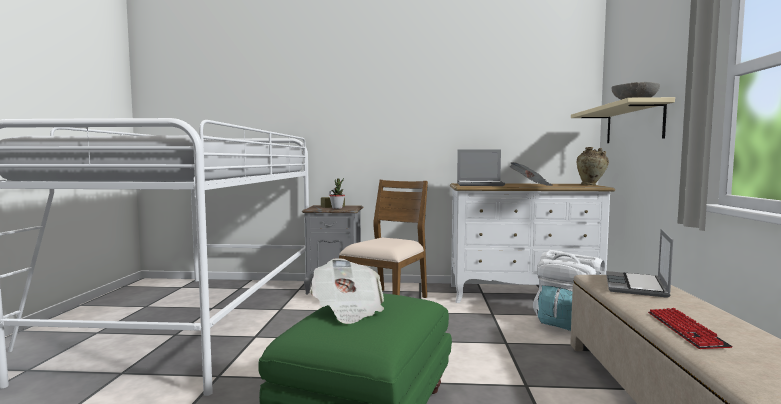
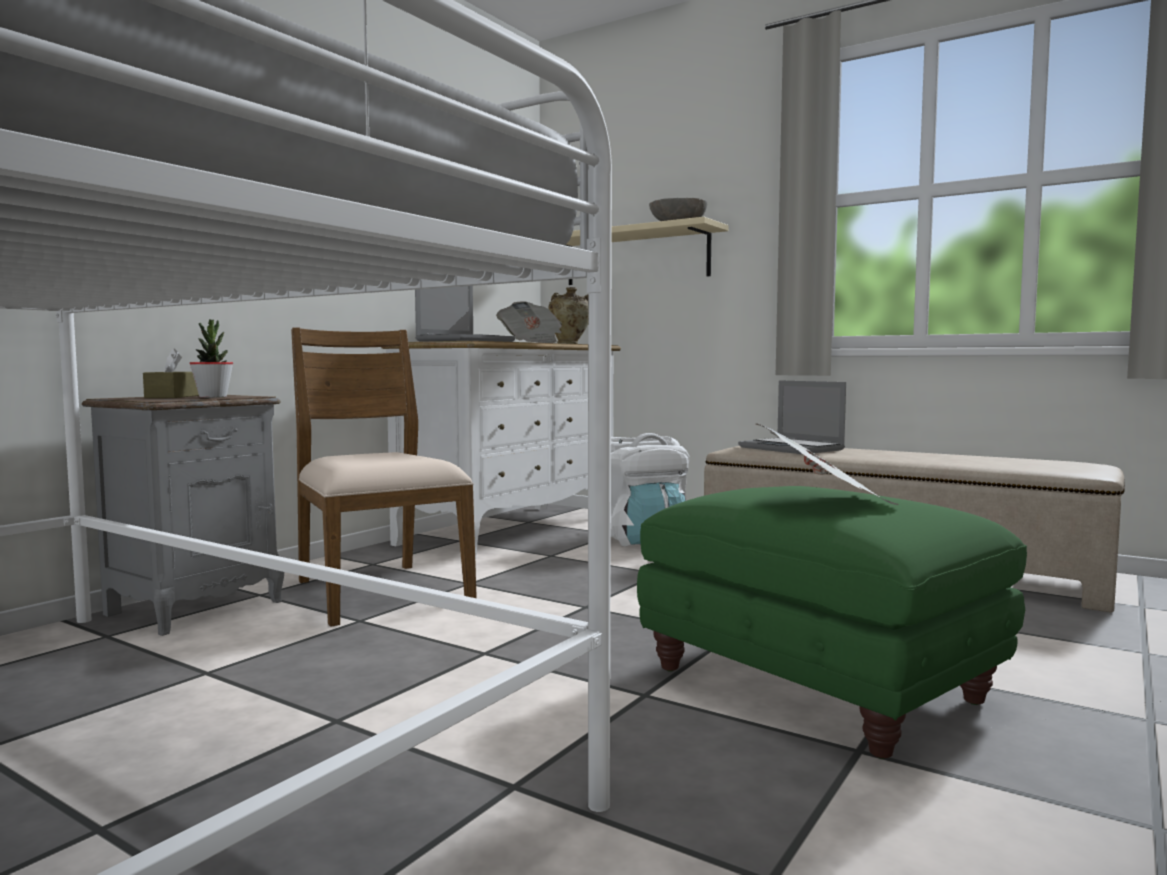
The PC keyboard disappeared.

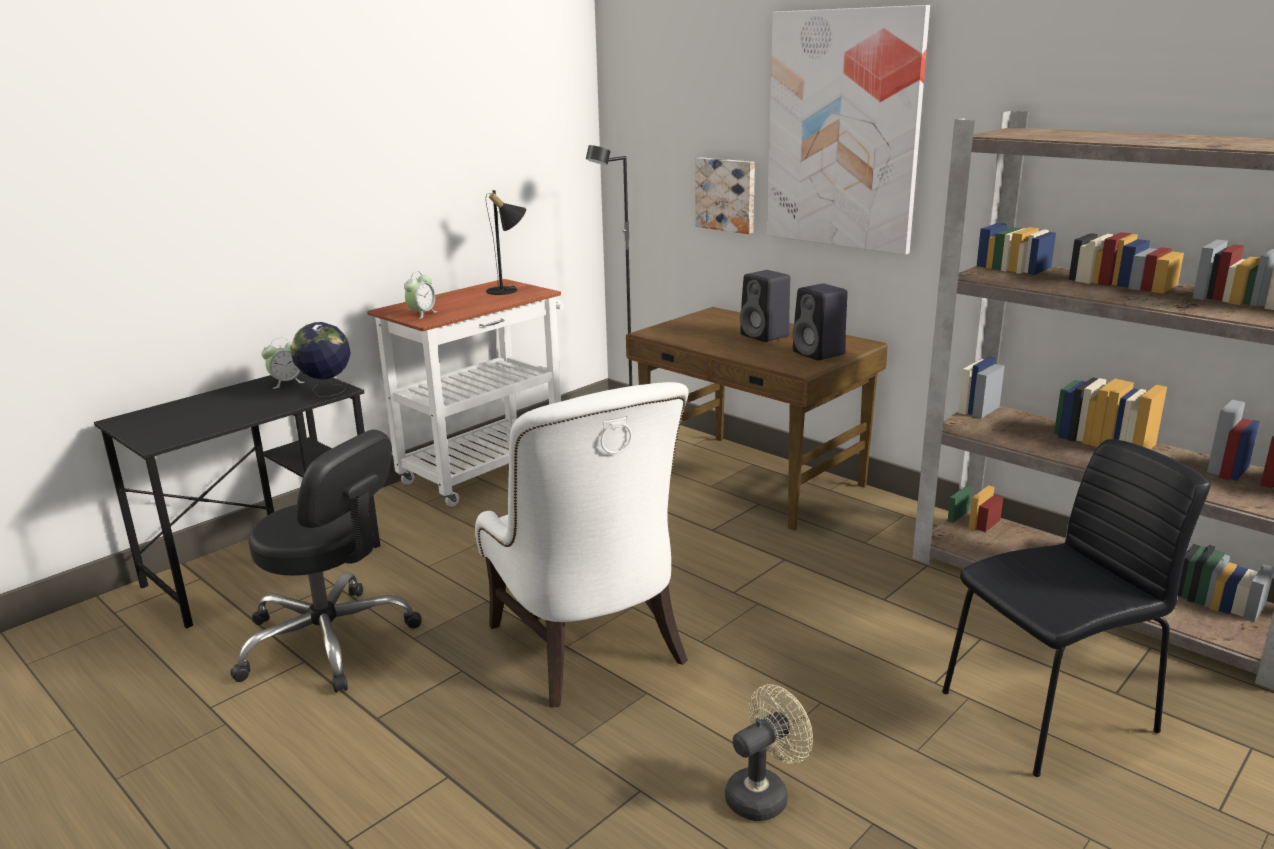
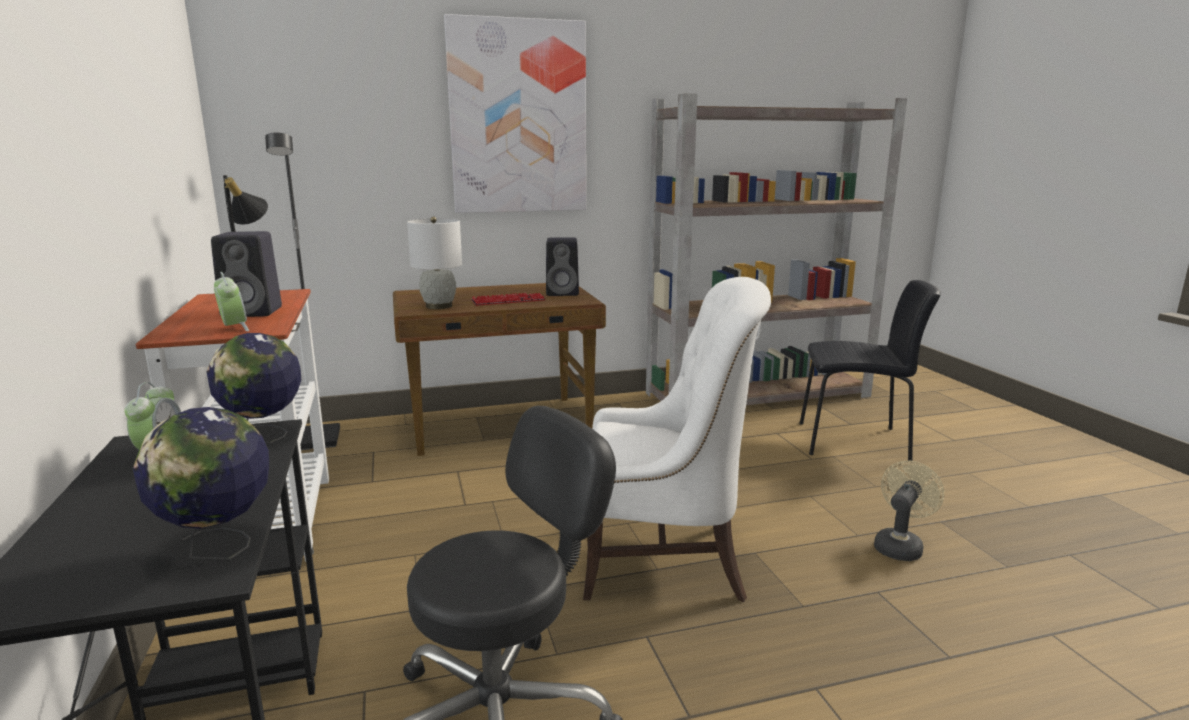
The wall picture (1st from left) disappeared.
The globe (1st from left) appeared.
The tabletop lamp/white-coloured appeared.
The PC keyboard appeared.
The speaker/blackish (1st from left) moved.
The cooling fan/beige turned 45 degrees clockwise.
The upright chair/blackish turned 90 degrees clockwise.

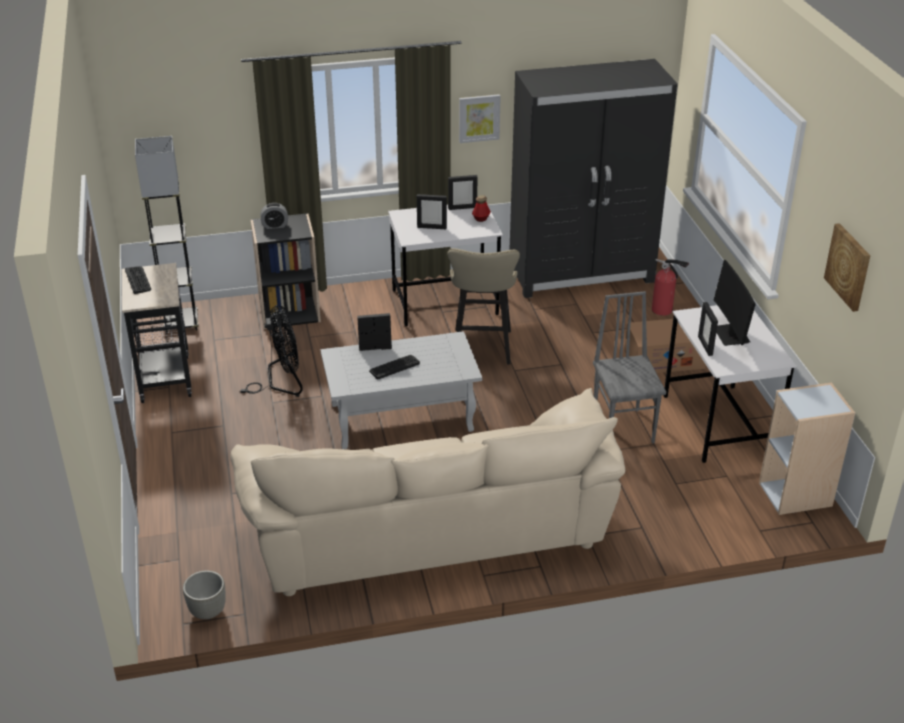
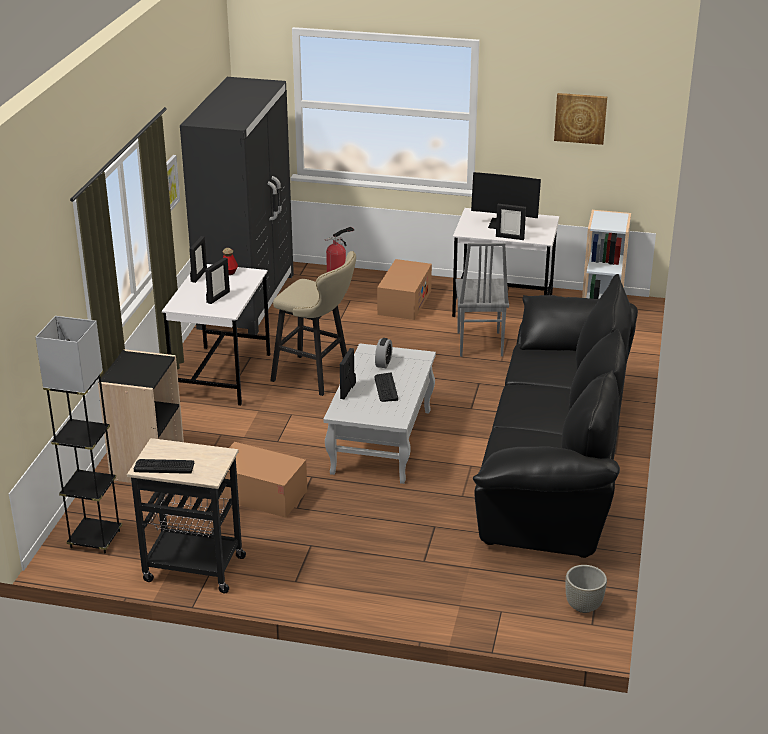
The alarm clock moved.
The cooling fan/blackish was replaced by the carton (1st from left).
The couch/beige became the couch/blackish.
The upright chair/gray turned 105 degrees counterclockwise.

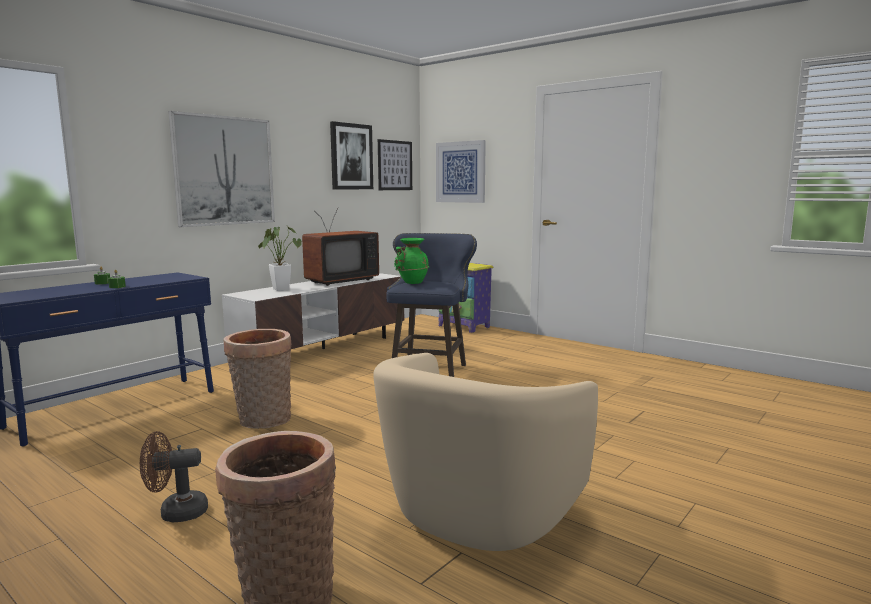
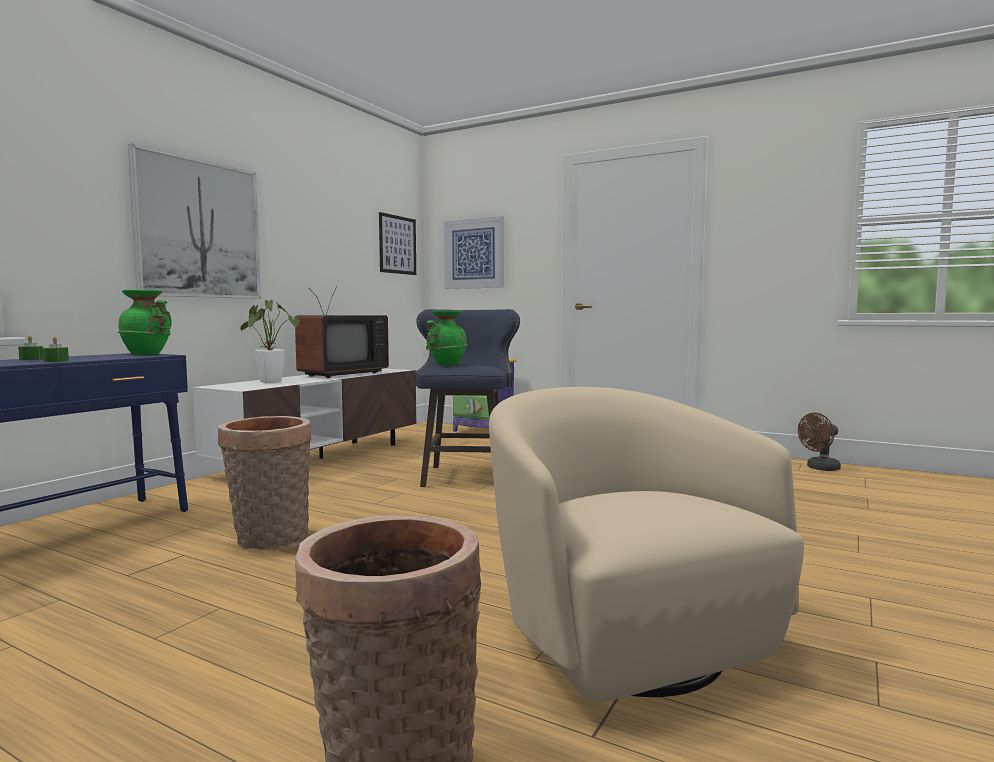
The wall picture (2nd from left) disappeared.
The vase/green (1st from left) appeared.
The cooling fan/brown moved.
The easy chair/beige turned 135 degrees clockwise.

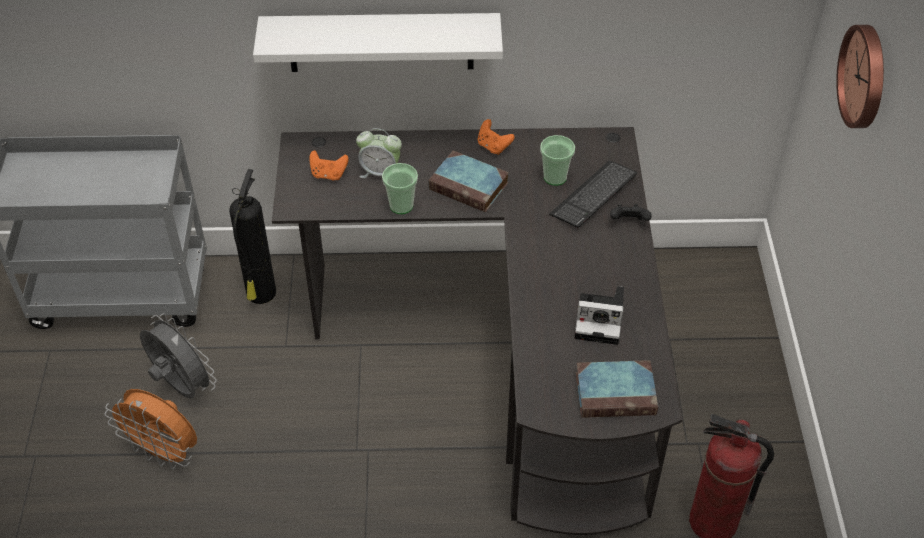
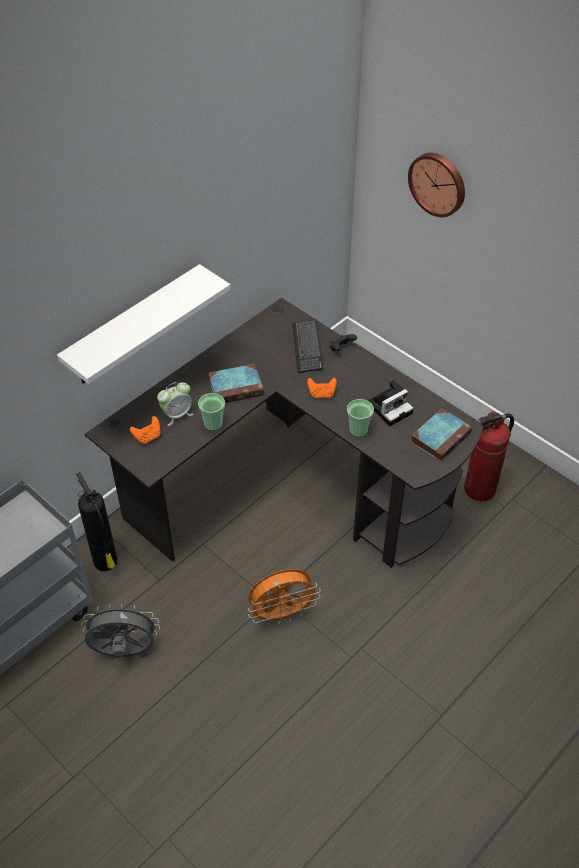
The cooling fan/orange-coloured moved.
The game controller/orange-coloured (2nd from left) moved.
The drinking cup (2nd from left) moved.

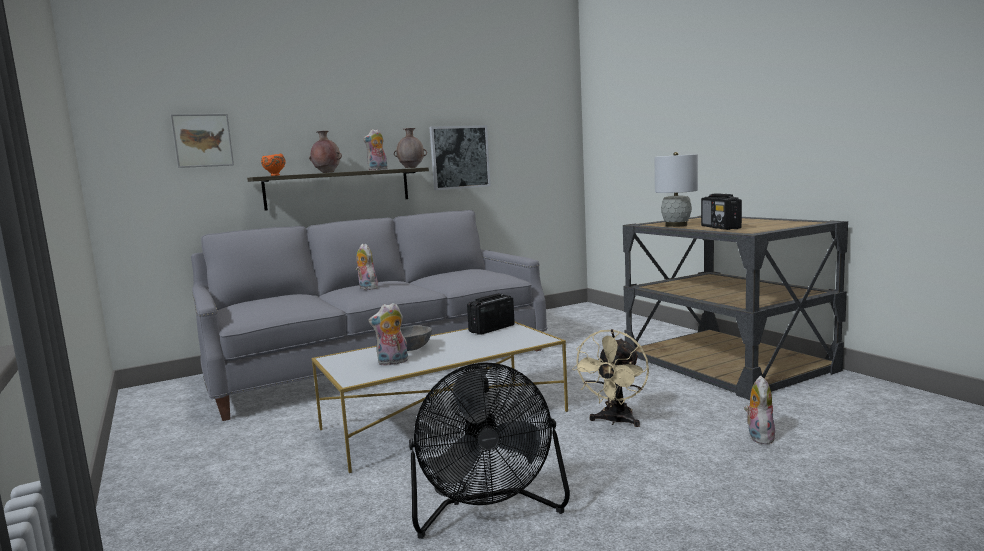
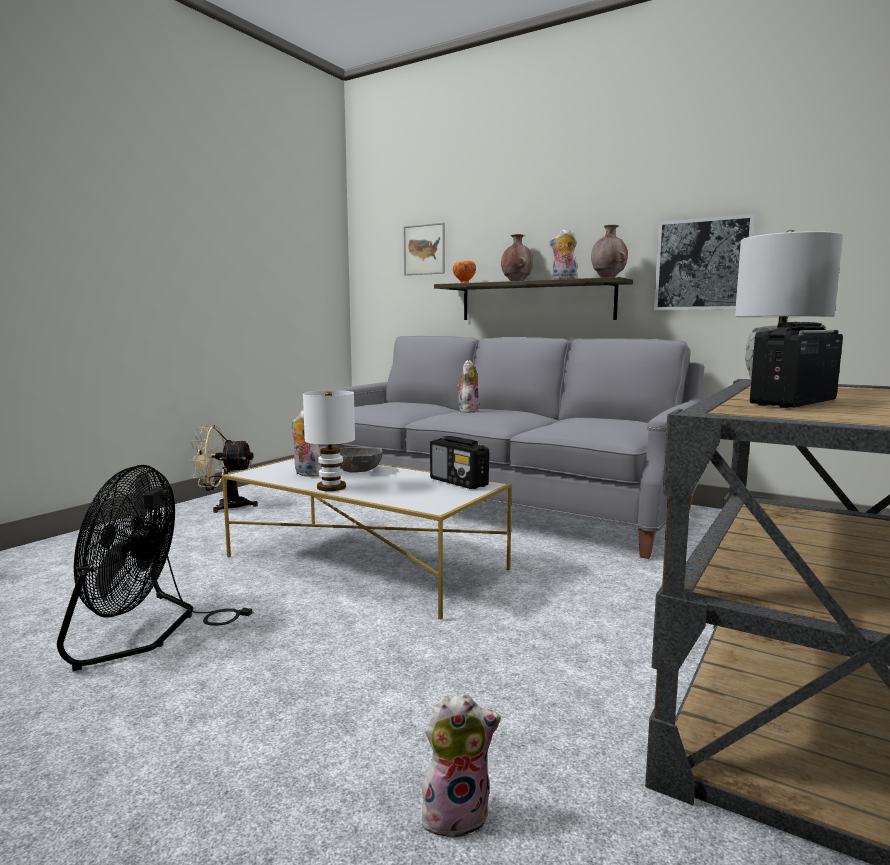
The tabletop lamp/white-coloured (1st from left) appeared.
The cooling fan/beige moved.
The cooling fan/blackish turned 45 degrees clockwise.
The radio (1st from left) turned 150 degrees counterclockwise.

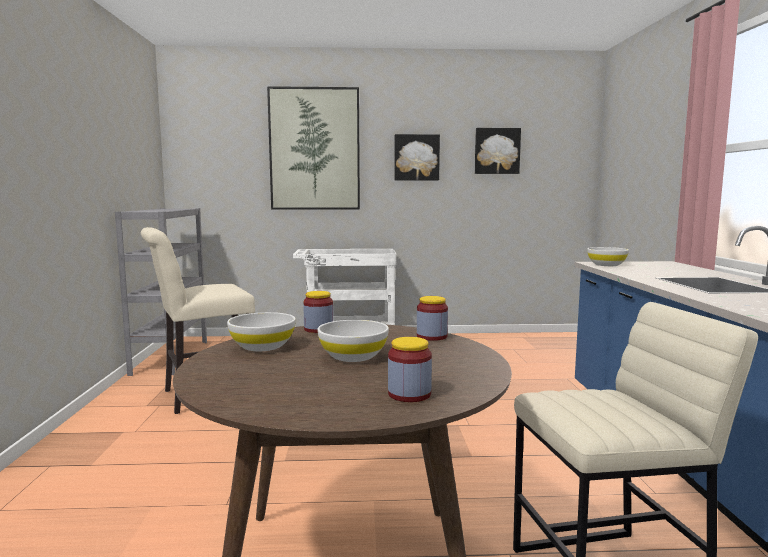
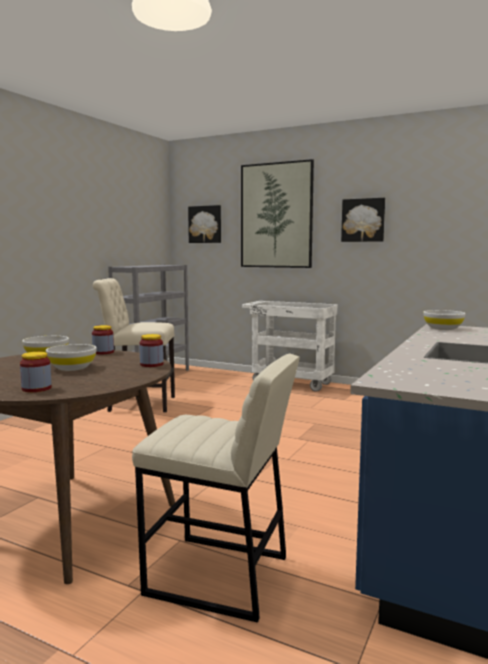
The wall picture (3rd from left in the first image) moved.

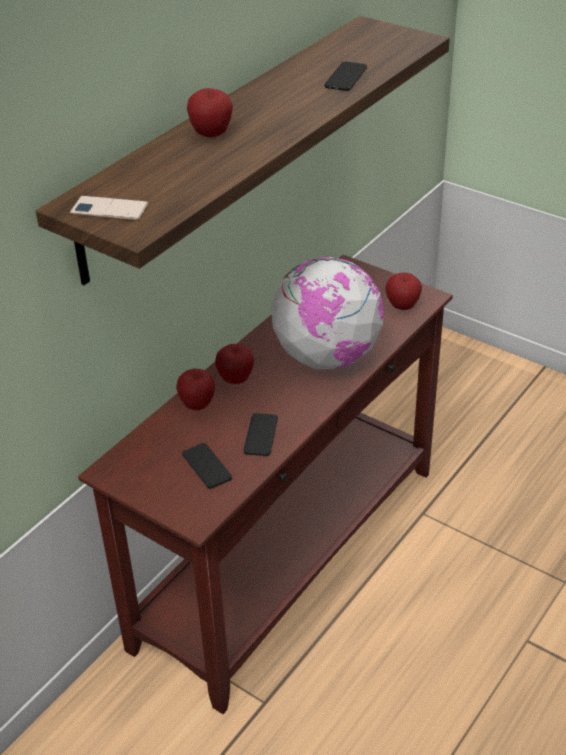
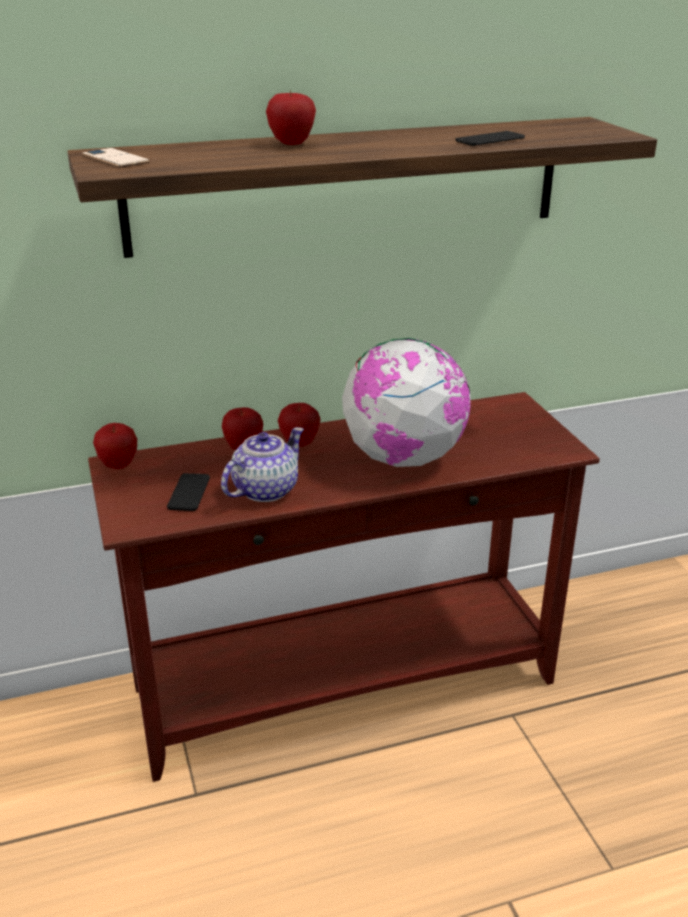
The whole apple (4th from left in the first image) moved.
The handset (3rd from left) was replaced by the teapot.

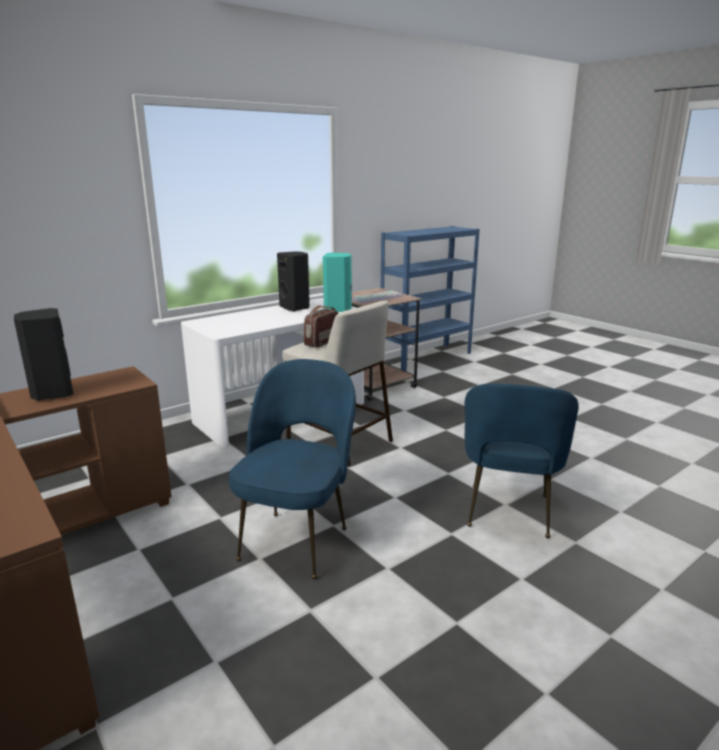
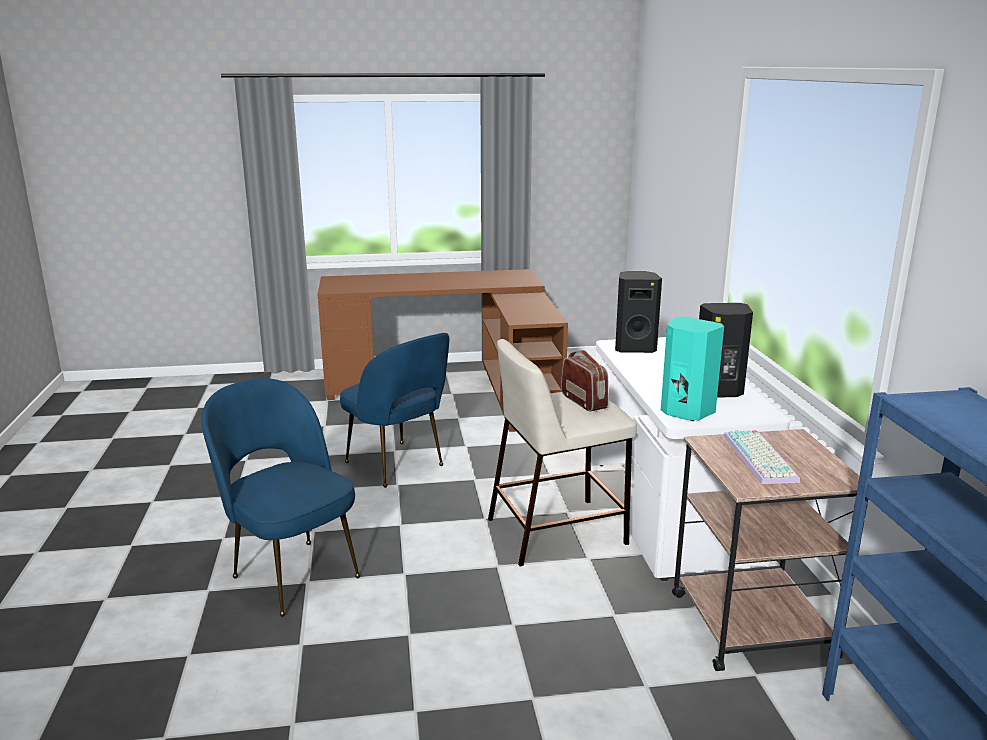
The speaker/blackish (1st from left) moved.

